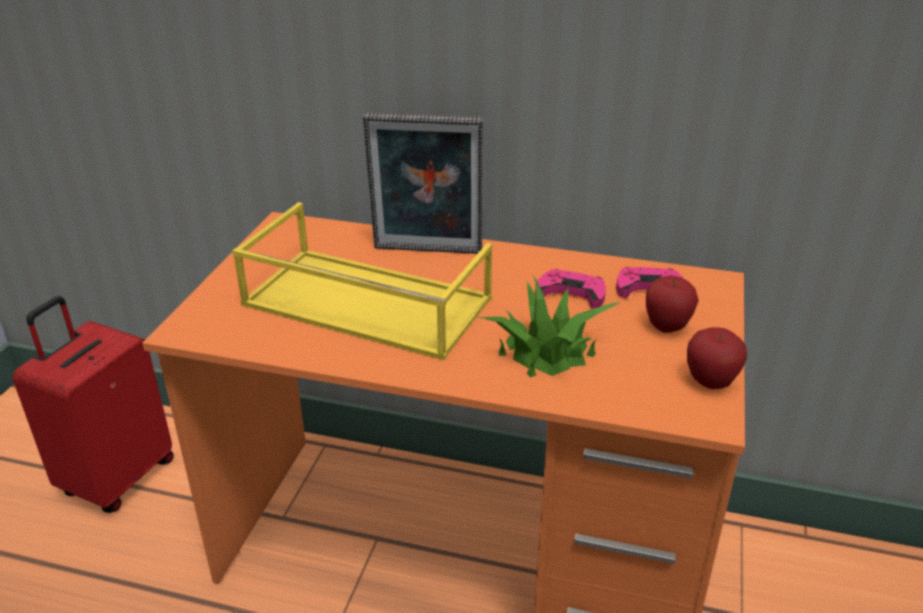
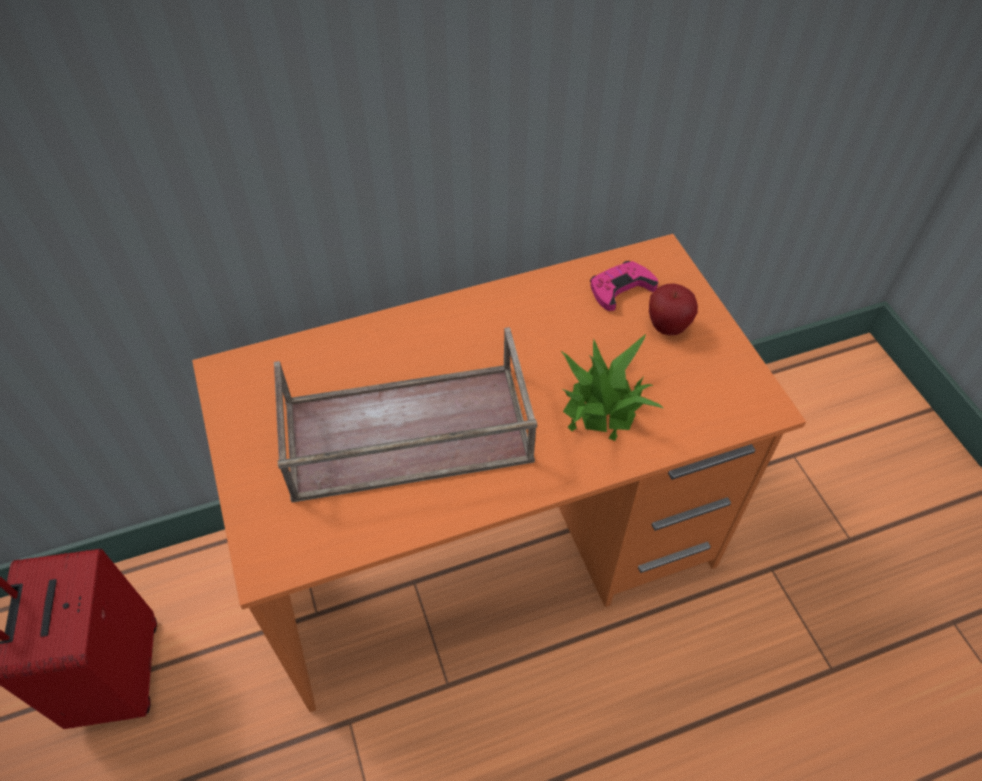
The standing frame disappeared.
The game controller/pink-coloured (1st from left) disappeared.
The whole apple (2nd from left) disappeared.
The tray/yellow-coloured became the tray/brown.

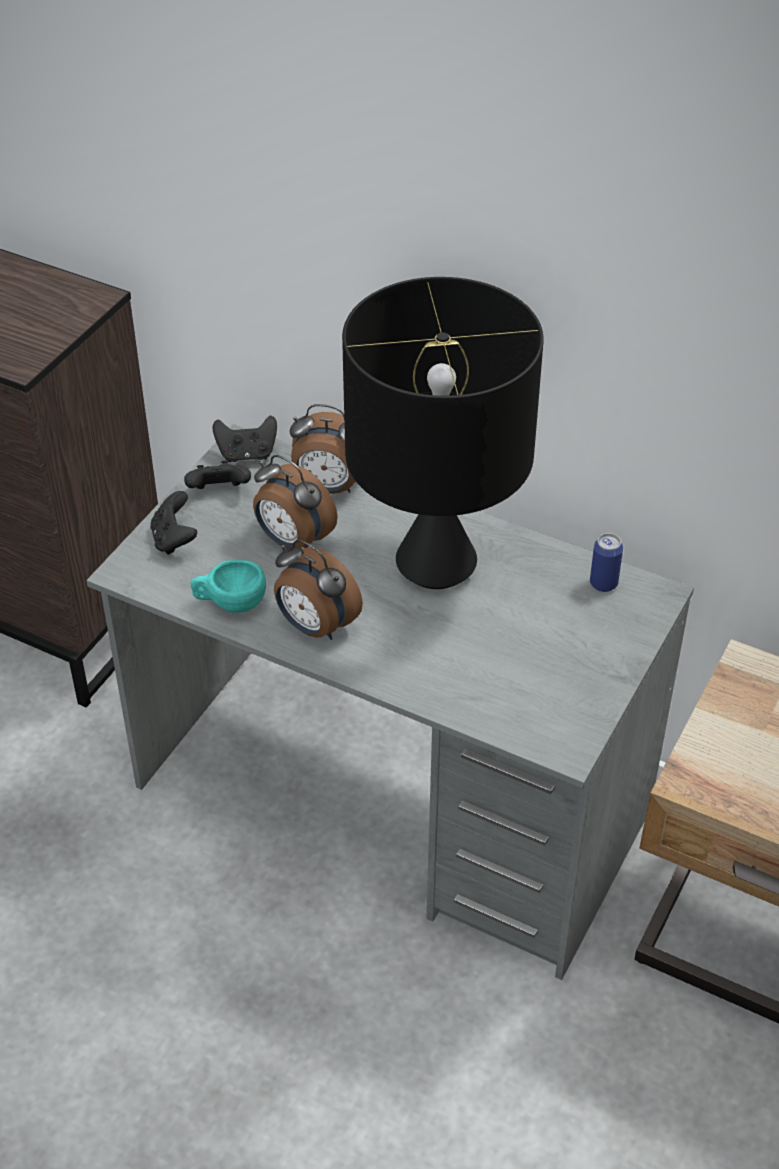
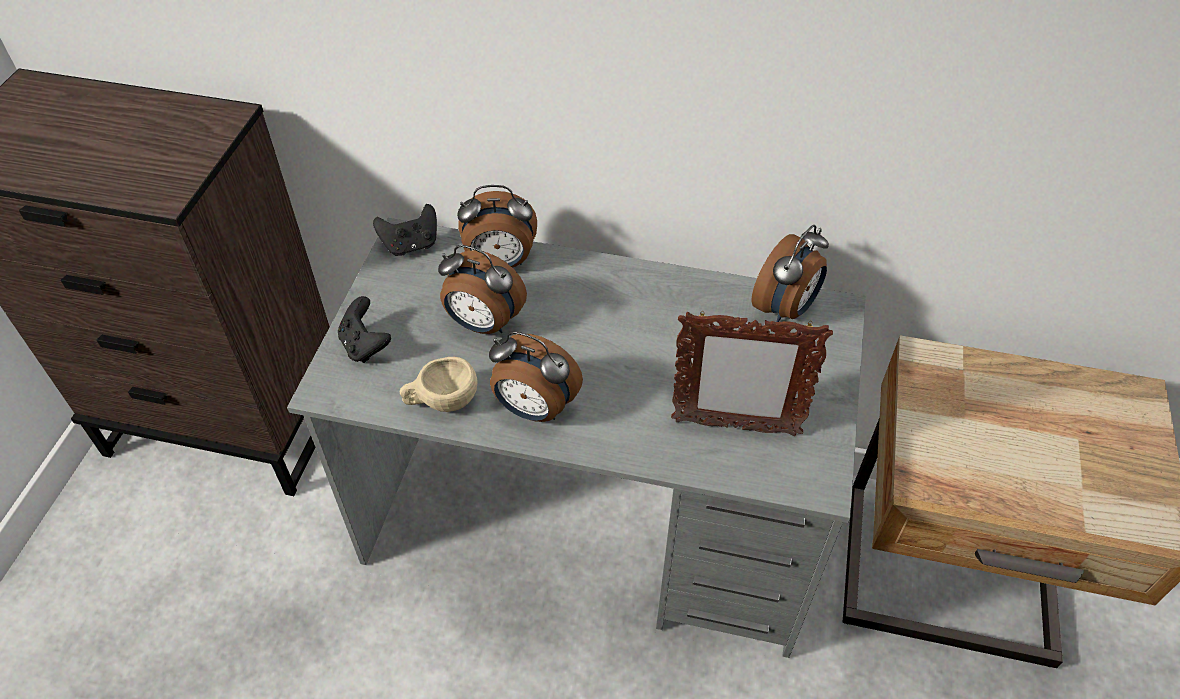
The game controller/blackish (2nd from left) disappeared.
The tabletop lamp/blackish disappeared.
The standing frame appeared.
The can was replaced by the alarm clock (4th from left).
The drinking cup/turquoise-coloured became the drinking cup/beige.

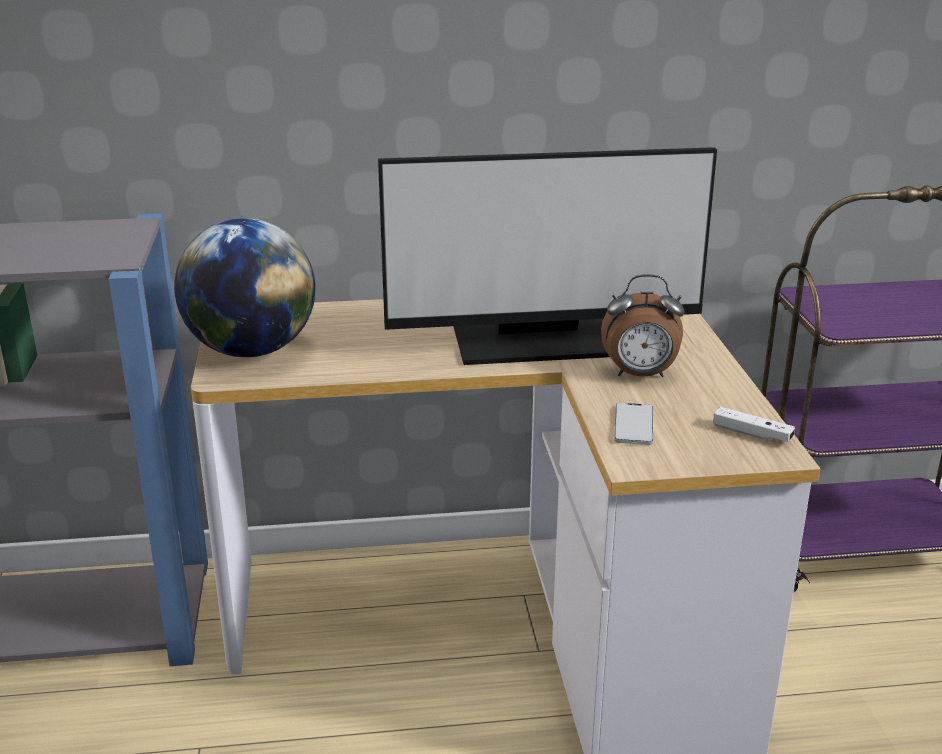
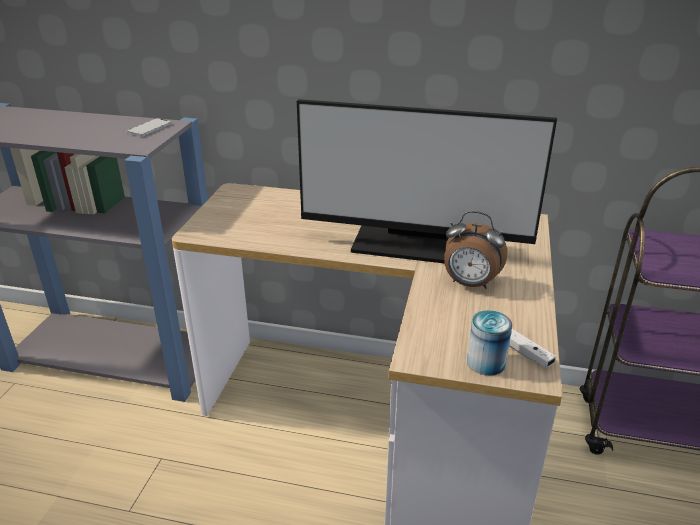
The globe disappeared.
The can appeared.
The handset moved.

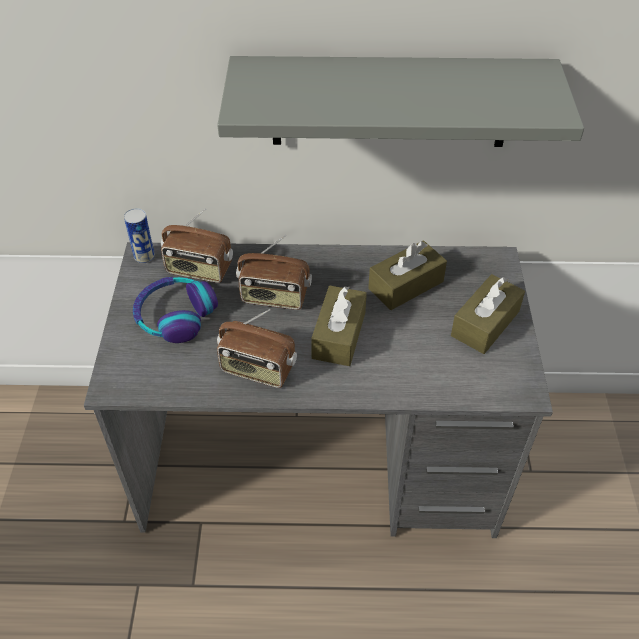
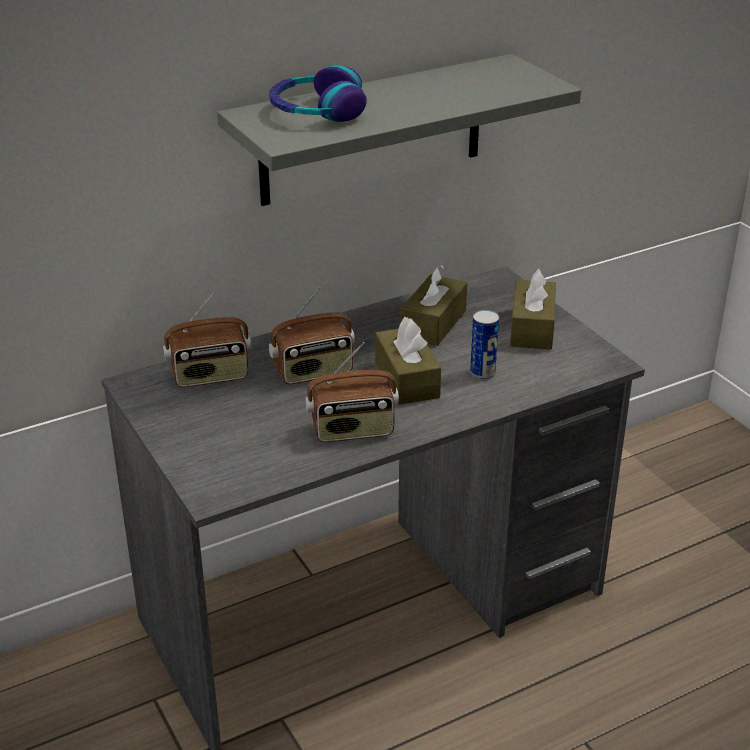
The can moved.
The headphones moved.

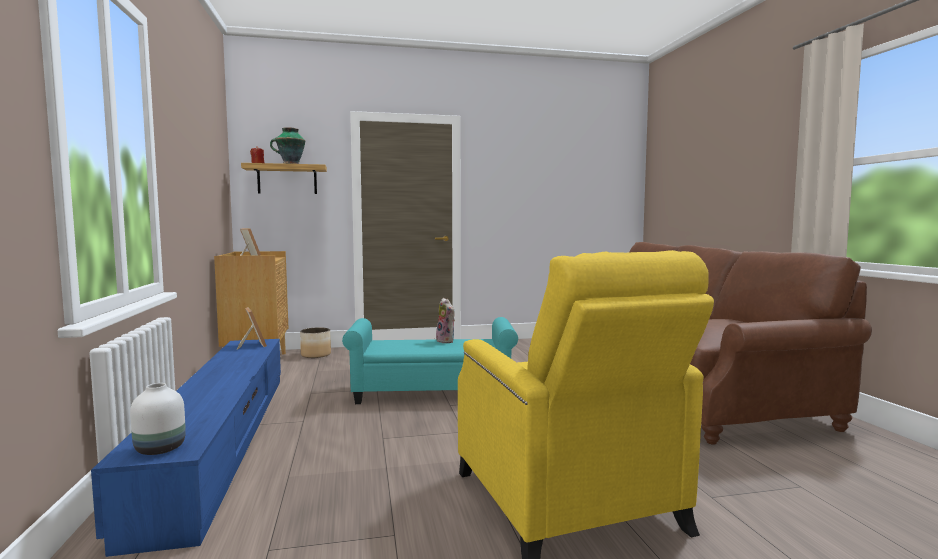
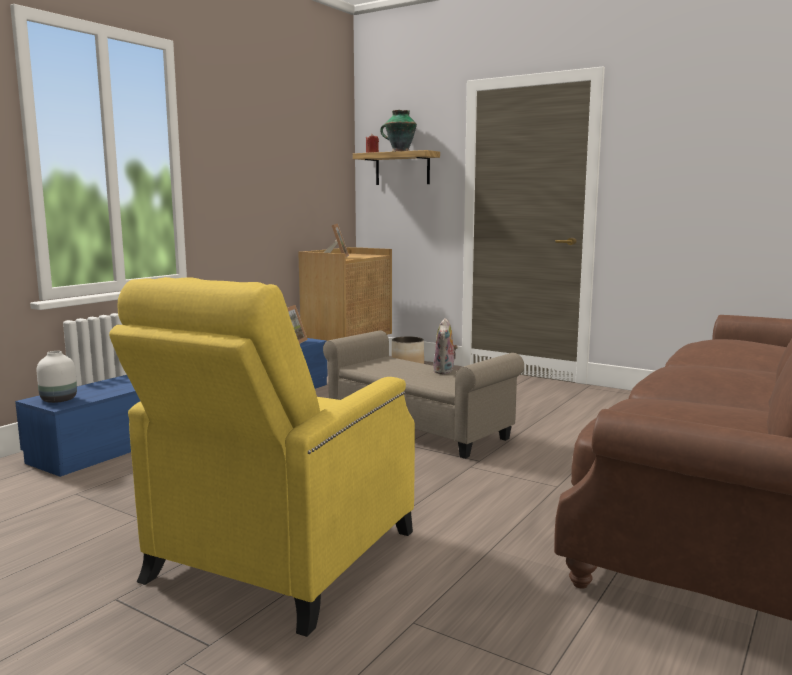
The pouffe/turquoise-coloured became the pouffe/beige.

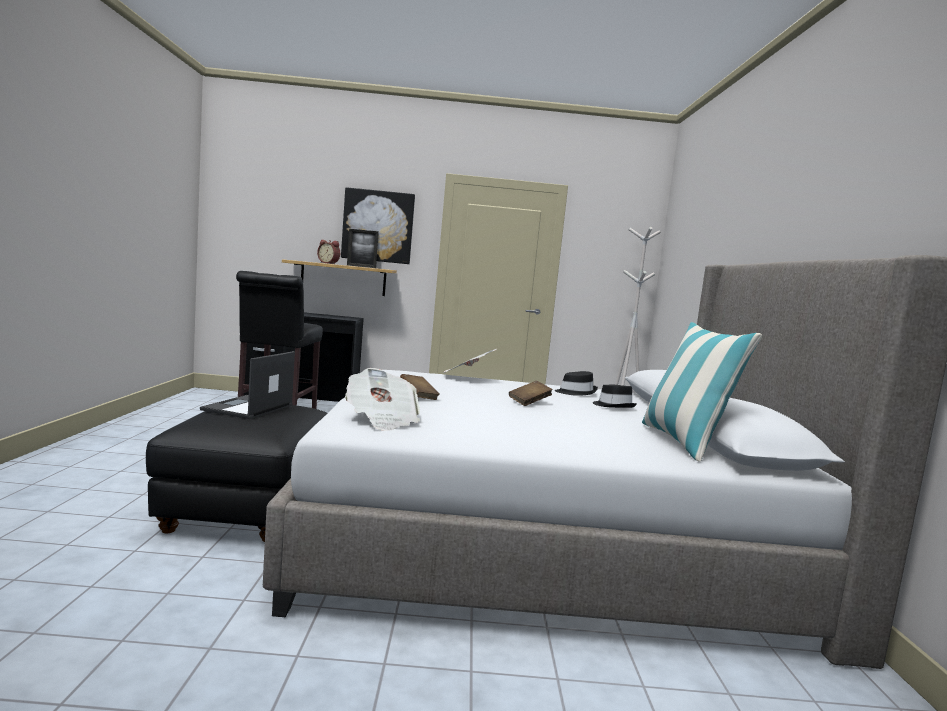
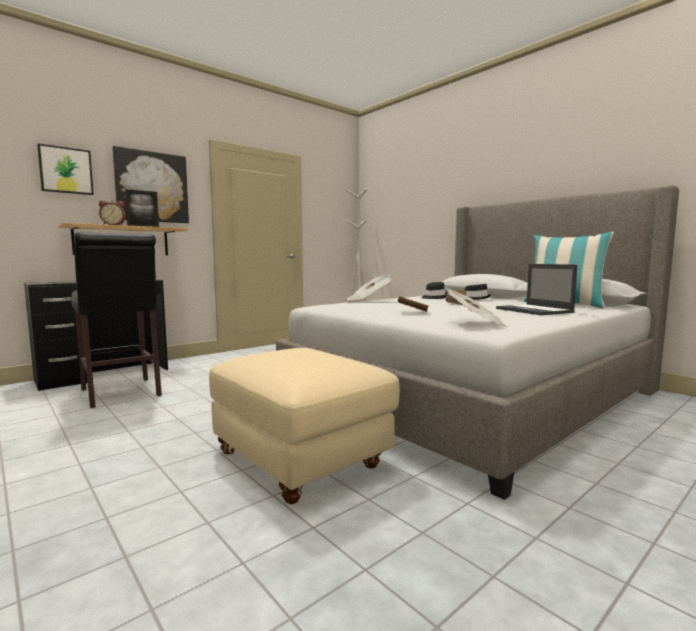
The wall picture (1st from left) appeared.
The laptop moved.
The pouffe/blackish became the pouffe/beige.

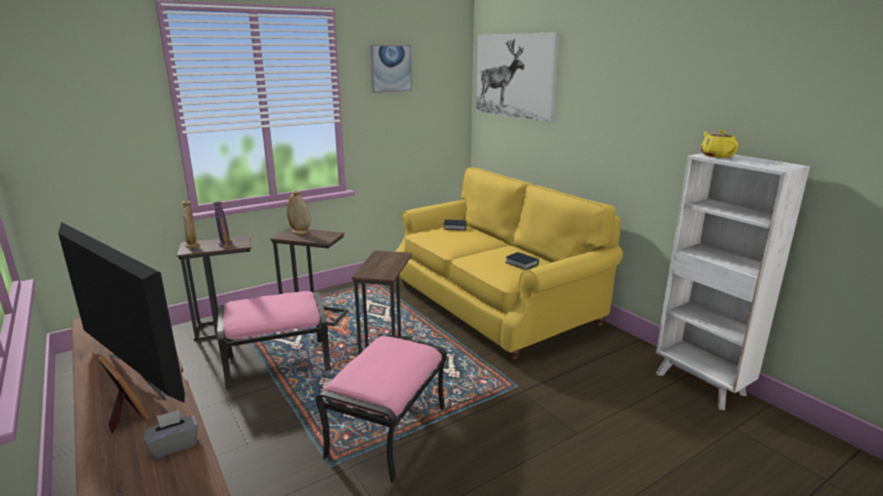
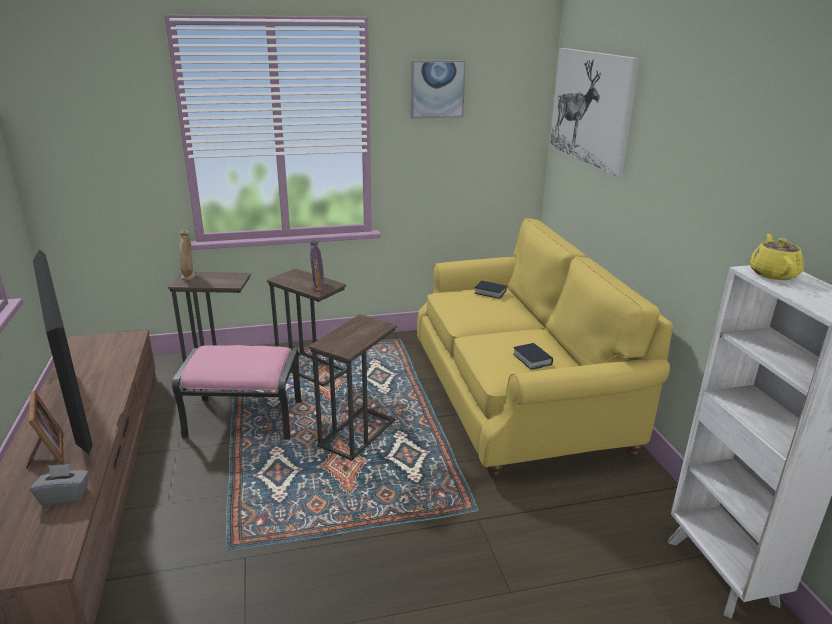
The vase/beige (2nd from left) disappeared.
The pouffe/pink-coloured (2nd from left) disappeared.
The vase/purple-coloured moved.

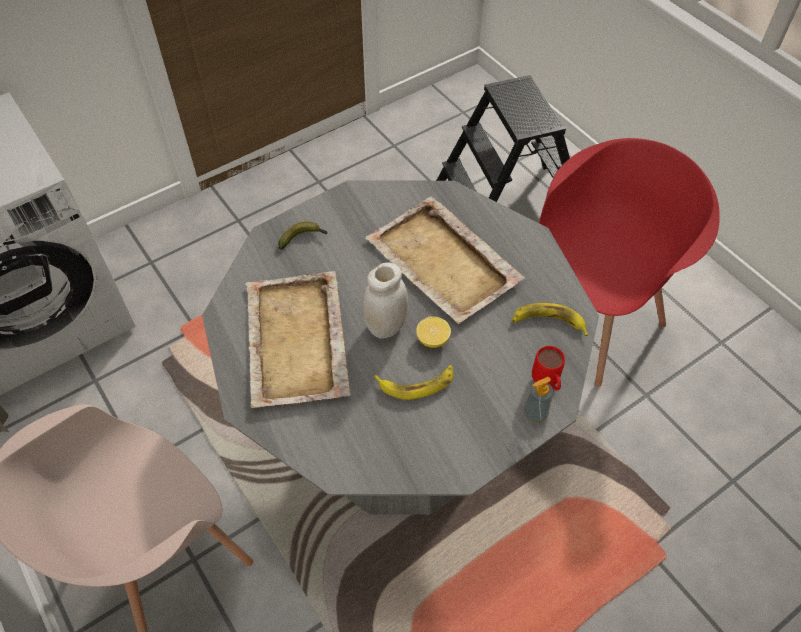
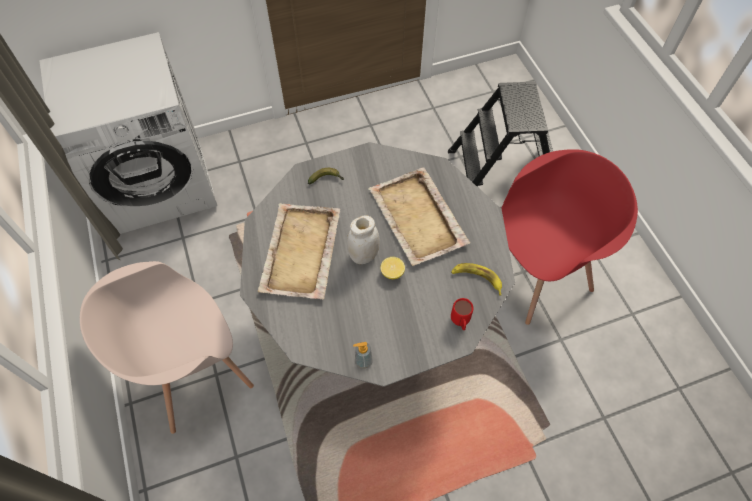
The whole banana (2nd from left) disappeared.
The liquid soap bottle moved.

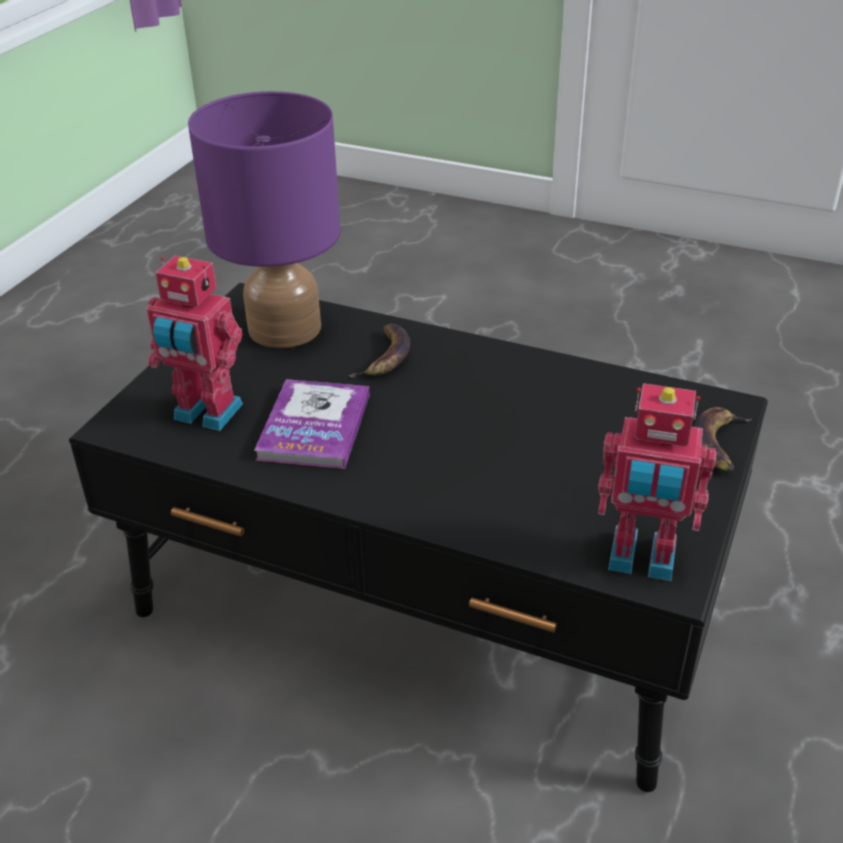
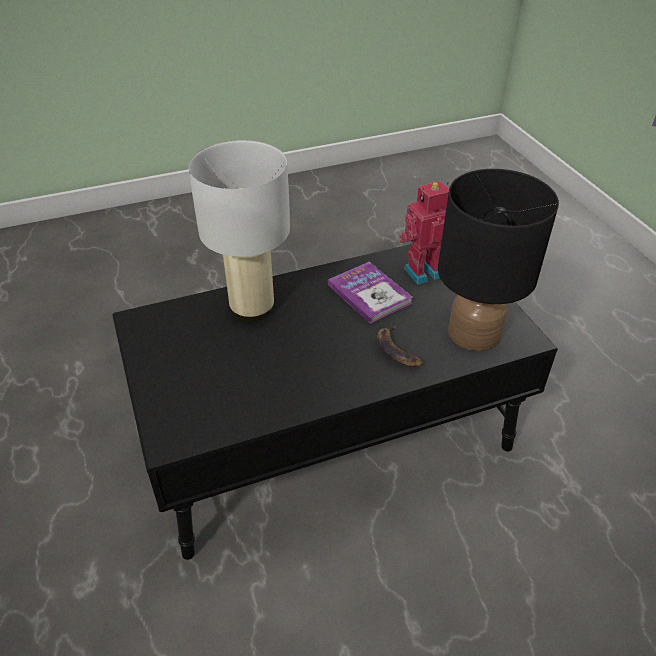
The toy robot (2nd from left) disappeared.
The whole banana (2nd from left) disappeared.
The tabletop lamp/white-coloured appeared.
The tabletop lamp/purple-coloured became the tabletop lamp/blackish.

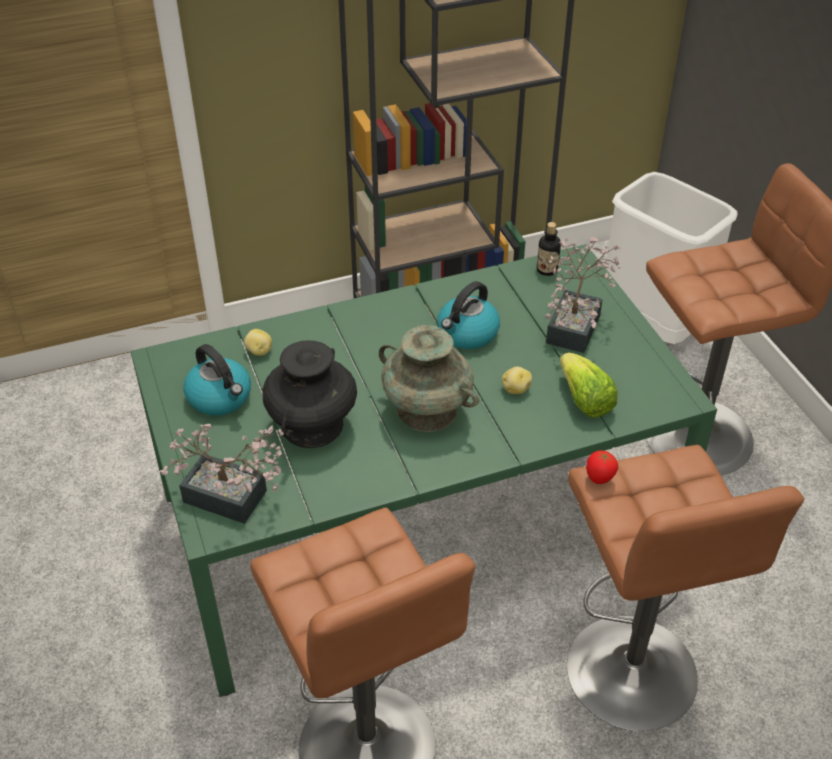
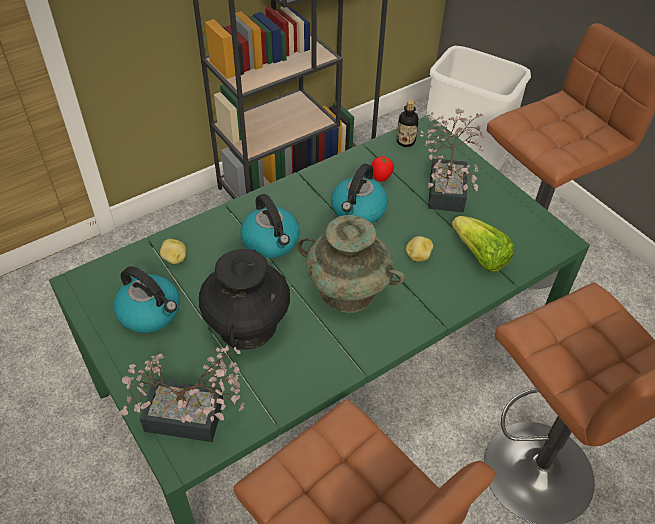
The tea kettle (2nd from left) appeared.
The fresh tomato moved.

